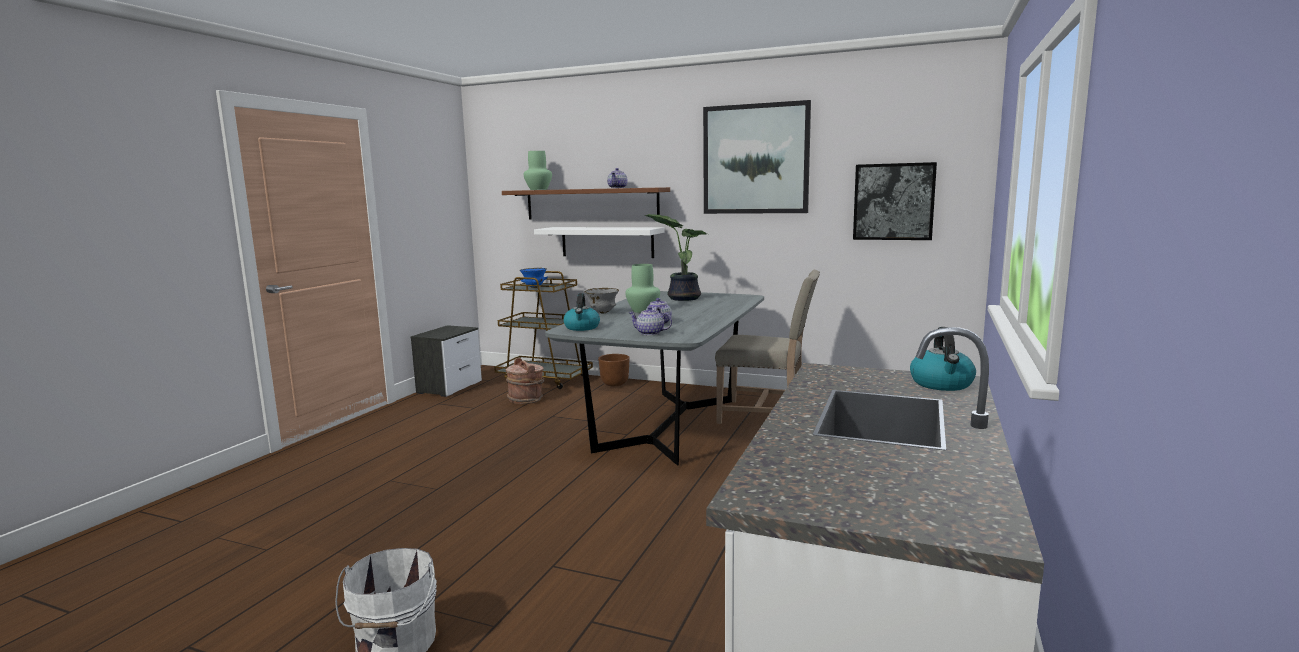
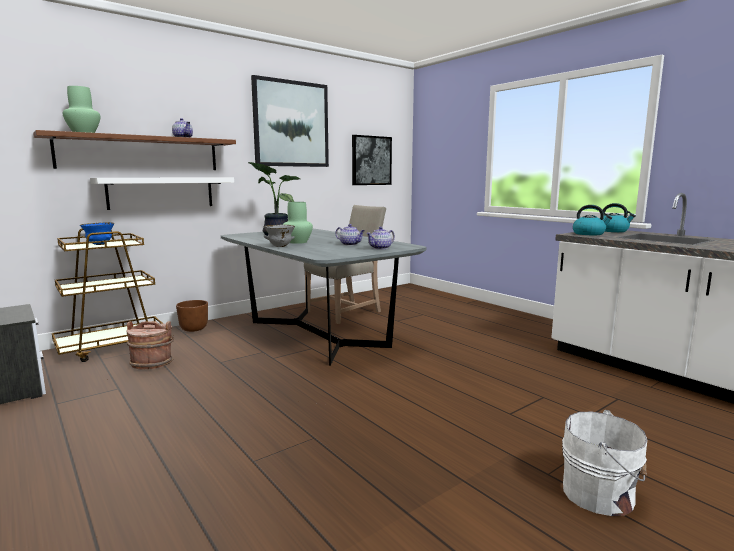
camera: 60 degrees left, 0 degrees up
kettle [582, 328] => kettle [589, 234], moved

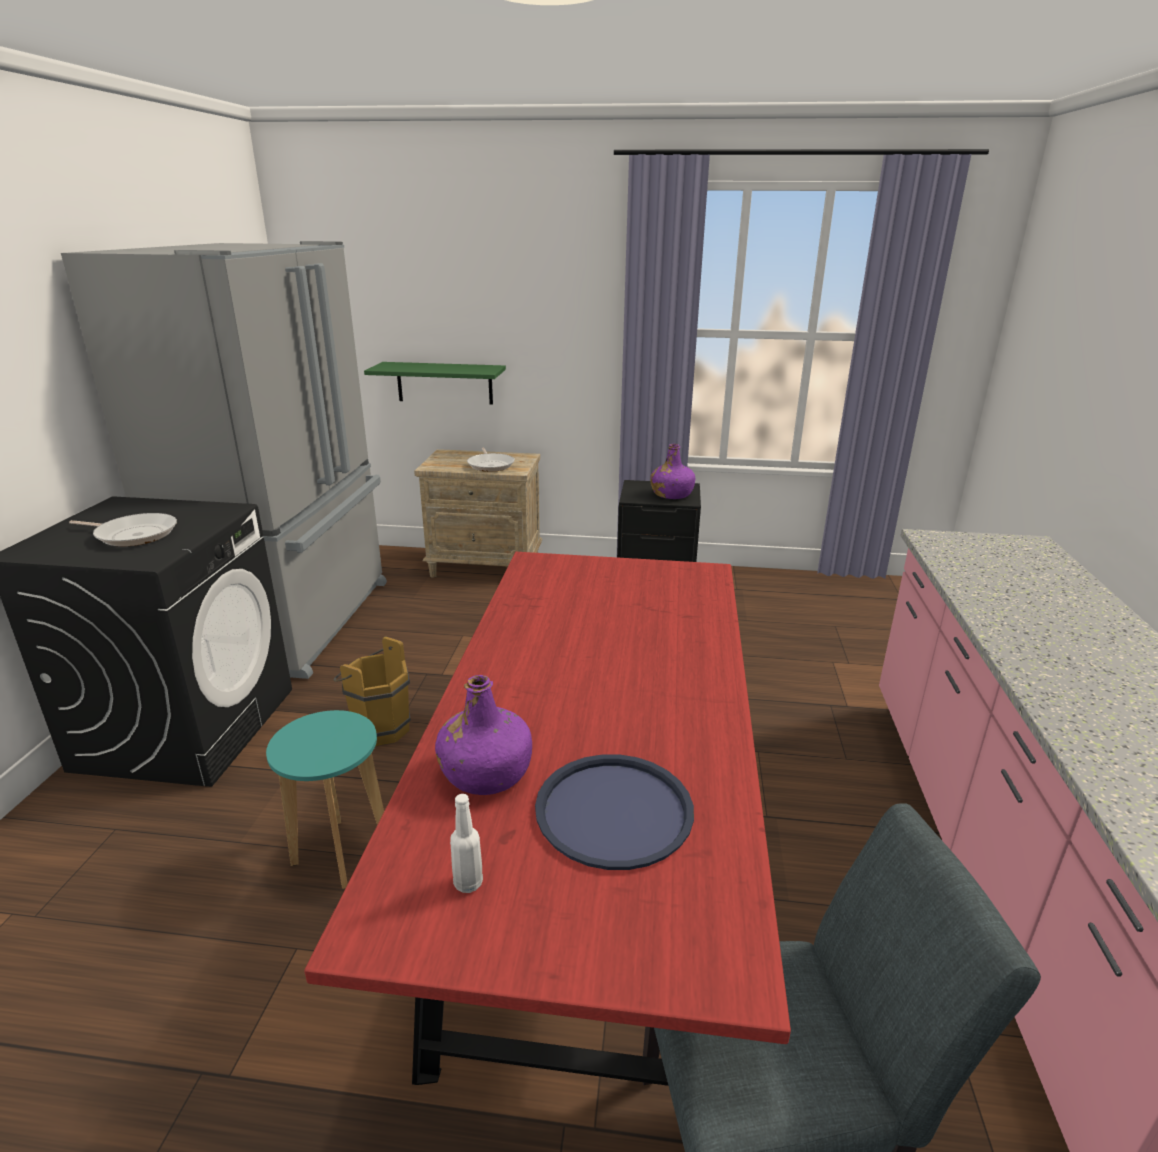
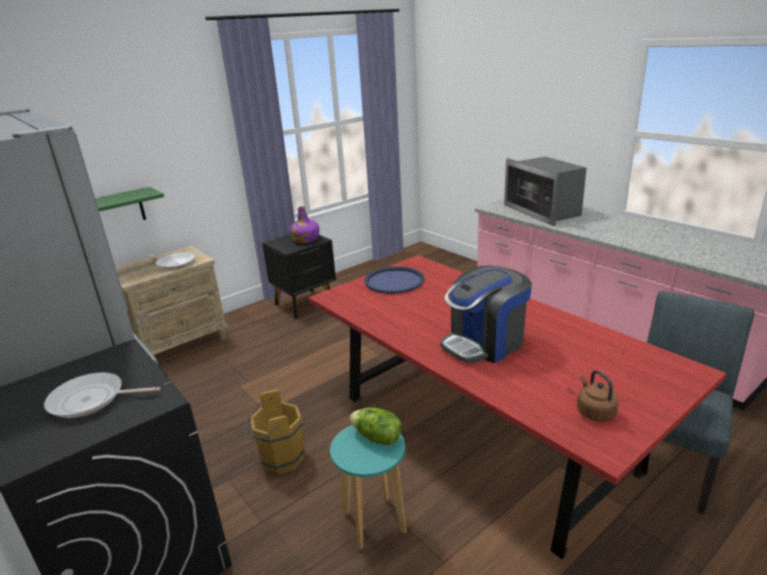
camera: 45 degrees left, 0 degrees up
bottle (purple) [486, 773] => nothing
nothing => lettuce [377, 438]
nothing => coffee machine [484, 343]
nothing => microwave [543, 211]
tray (blue) [614, 811] => tray (blue) [394, 281], moved
bottle (white) [468, 883] => kettle (brown) [594, 412]
frying pan [133, 534] => frying pan [91, 400], 150 degrees counterclockwise

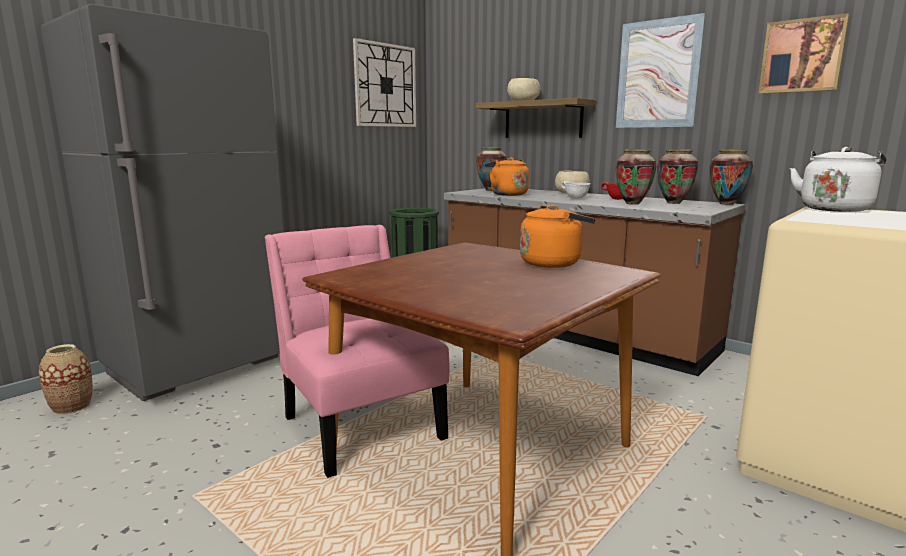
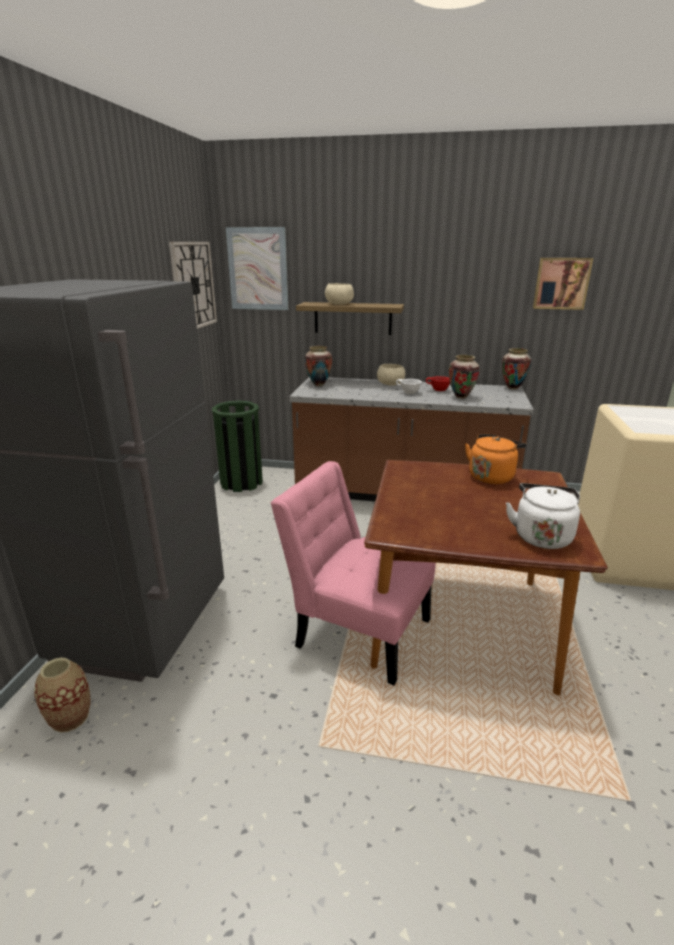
camera: 30 degrees left, 10 degrees up
kettle (orange) [507, 194] => nothing
vase [673, 203] => nothing
picture [658, 74] => picture [258, 269], moved
kettle (white) [835, 209] => kettle (white) [541, 536], moved

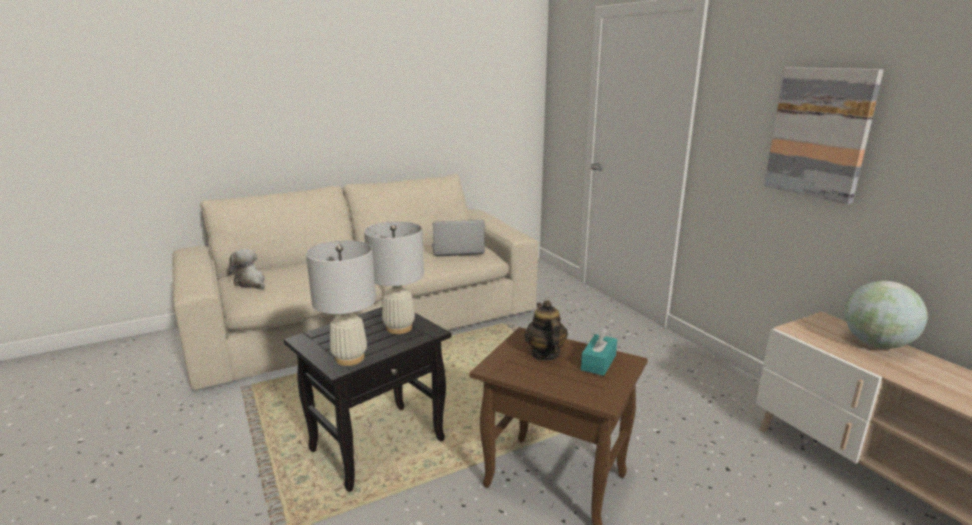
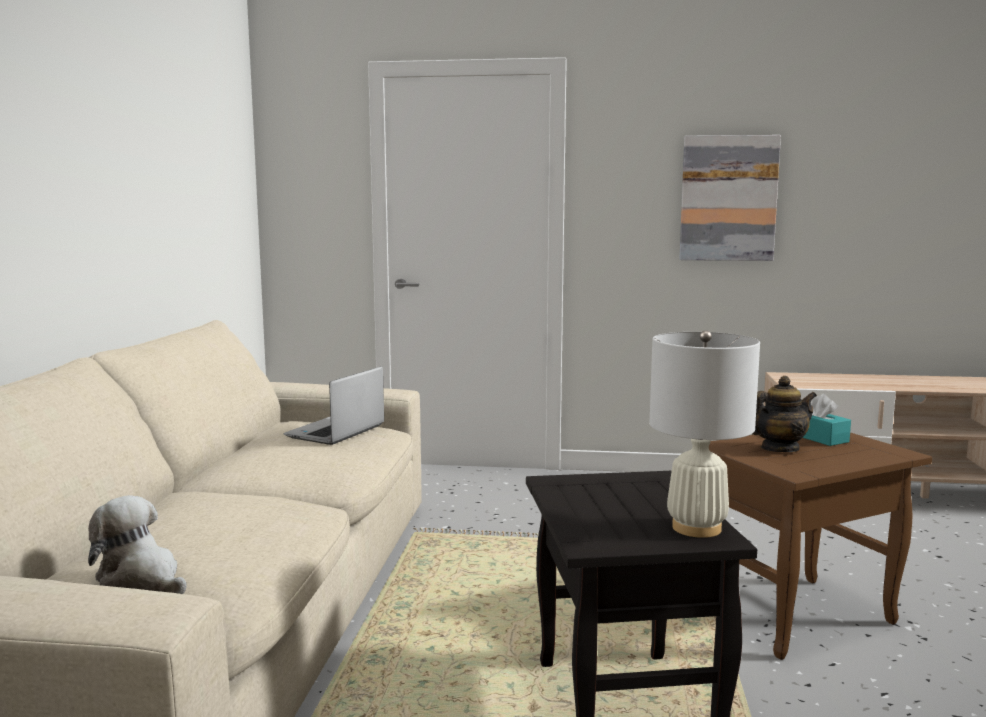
camera: 55 degrees left, 10 degrees down
table lamp (white) [399, 328] => nothing
globe [876, 344] => nothing
plush toy [250, 282] => plush toy [141, 580], 45 degrees clockwise
teapot [545, 354] => teapot [779, 449], 135 degrees clockwise

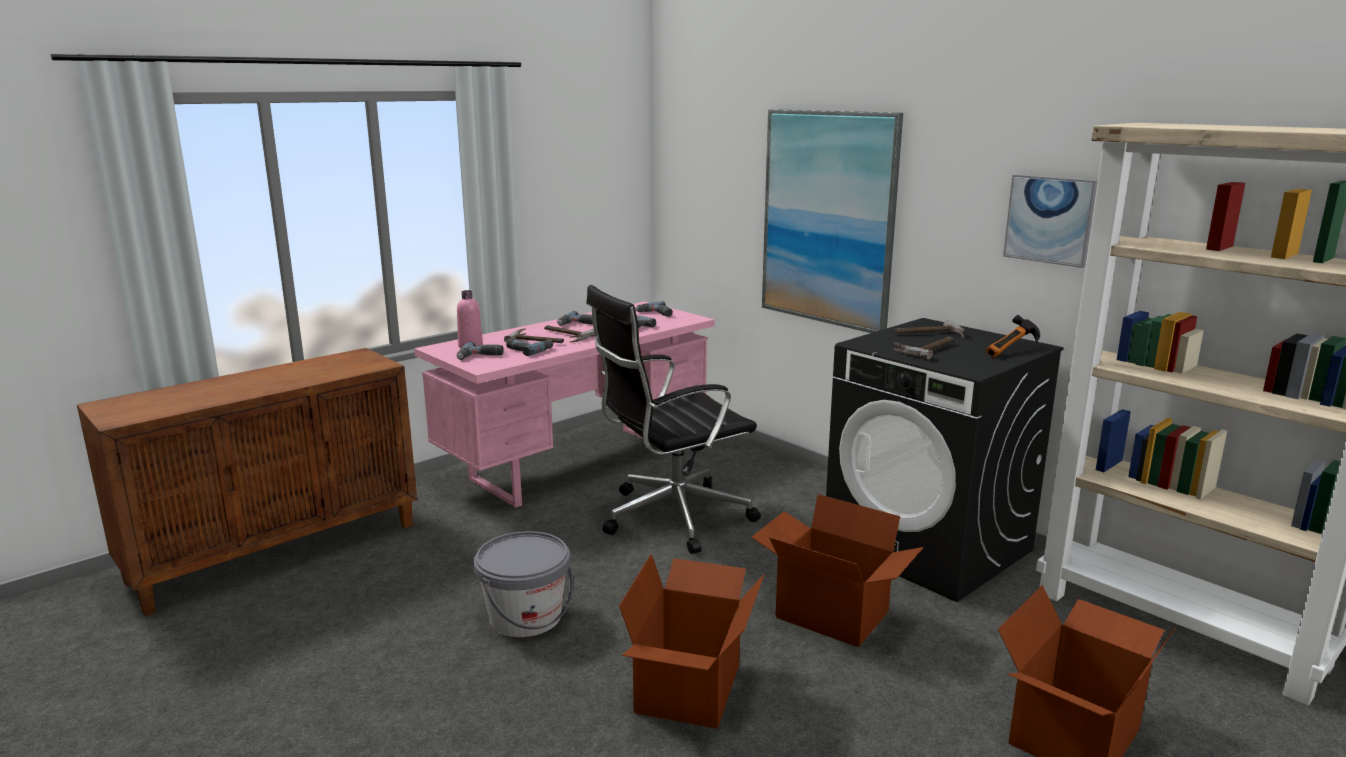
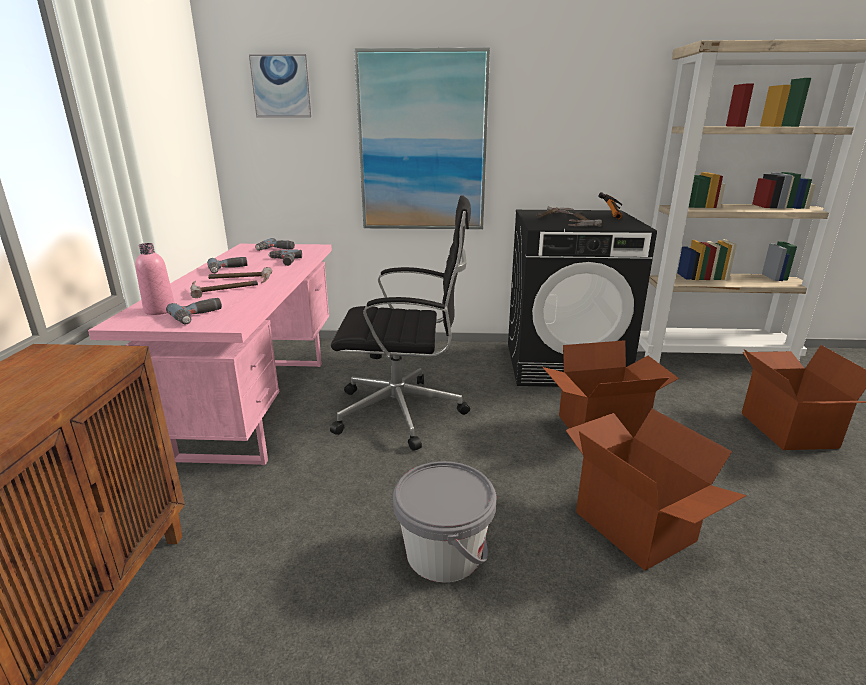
camera: 45 degrees left, 5 degrees up
power drill [529, 349] => nothing
picture [1049, 219] => picture [281, 86], moved
office chair (black) [671, 517] => office chair (black) [403, 412], 105 degrees counterclockwise

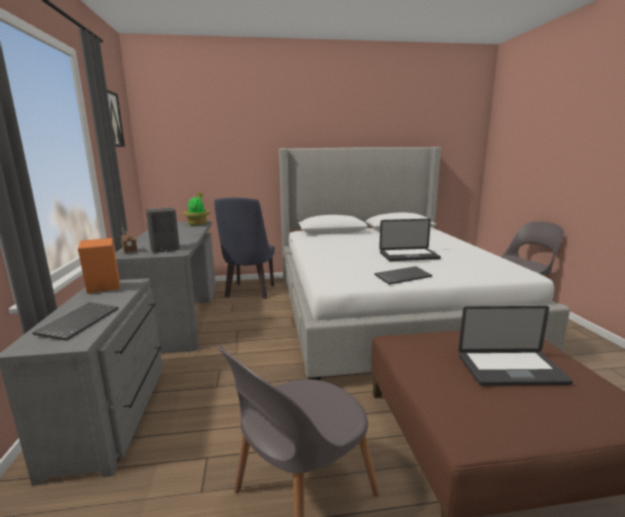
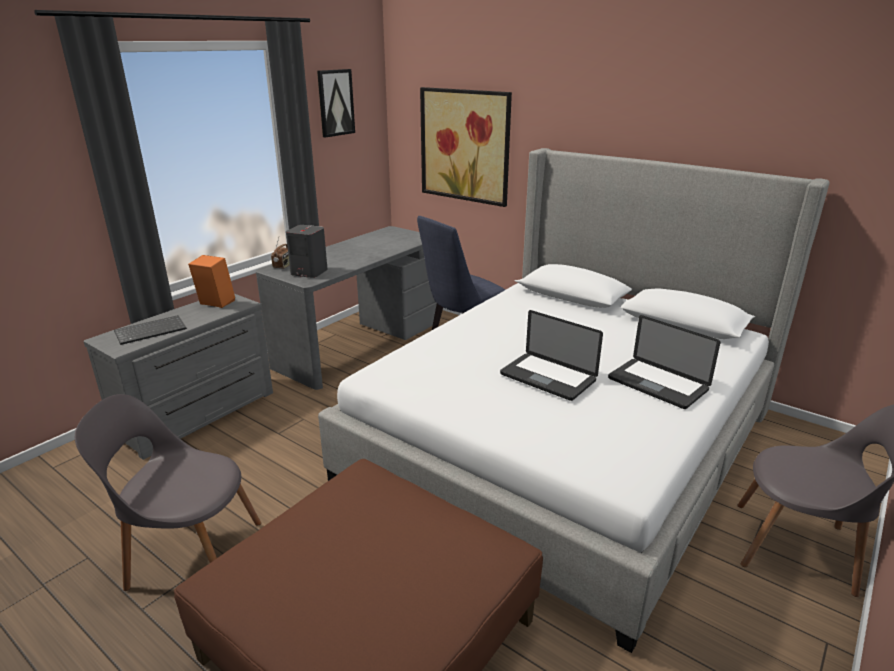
camera: 45 degrees right, 10 degrees up
potted plant [198, 224] => nothing
keyboard [403, 276] => nothing
nothing => picture [465, 146]
laptop [511, 370] => laptop [657, 384], moved

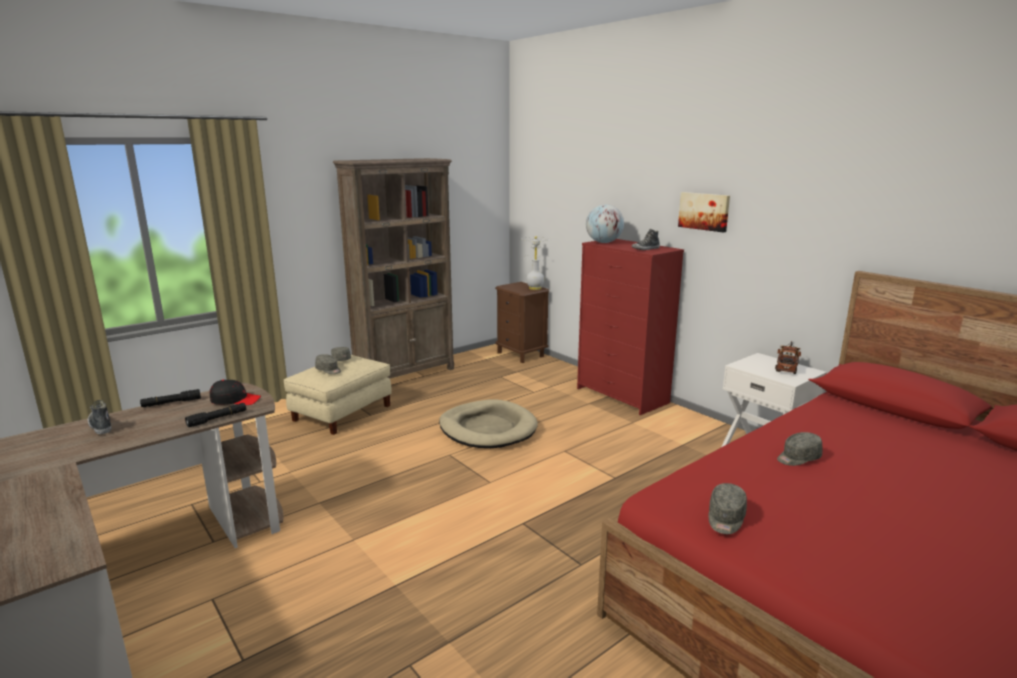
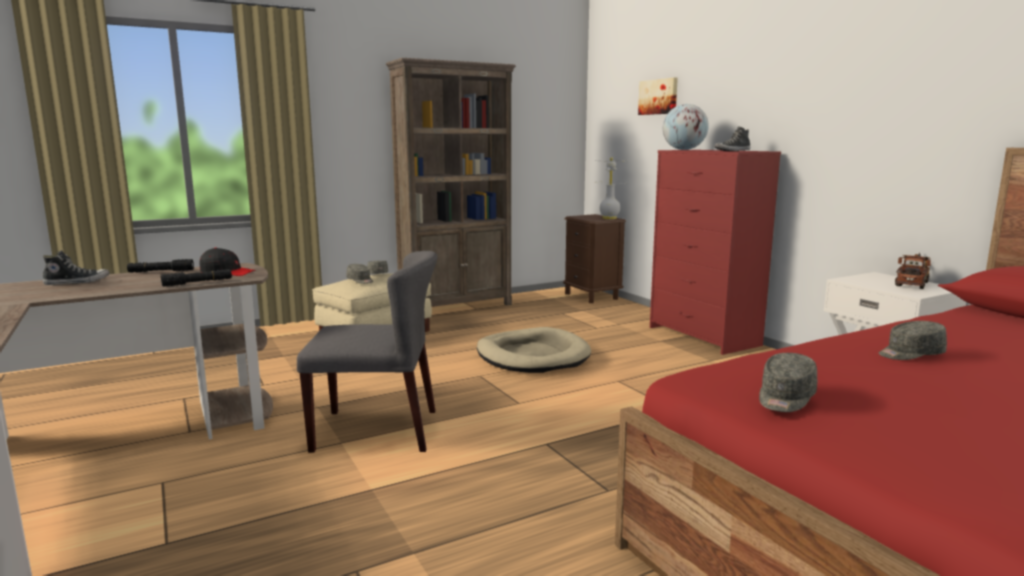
camera: 10 degrees right, 5 degrees down
nothing => chair (grey) [377, 430]
picture [704, 211] => picture [659, 97], moved
shoe [100, 426] => shoe [77, 282], 90 degrees clockwise

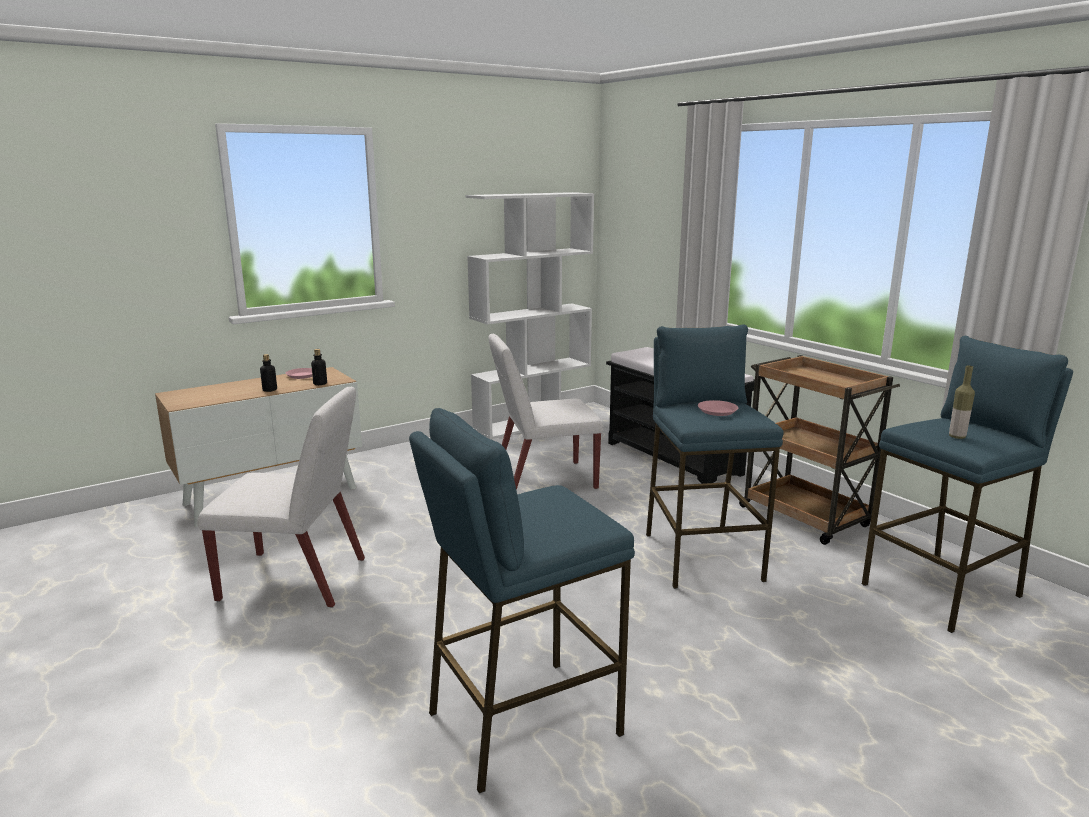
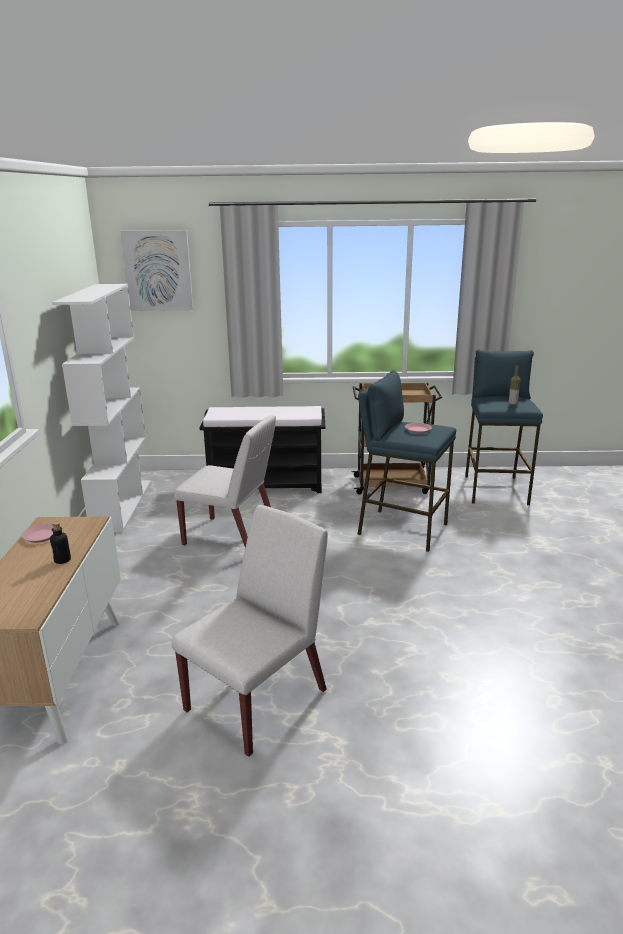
camera: 55 degrees left, 5 degrees up
bottle [320, 383] => nothing
stool (blue) [522, 722] => nothing
nothing => picture [158, 270]
chair (white) [543, 480] => chair (white) [231, 537], 90 degrees counterclockwise

